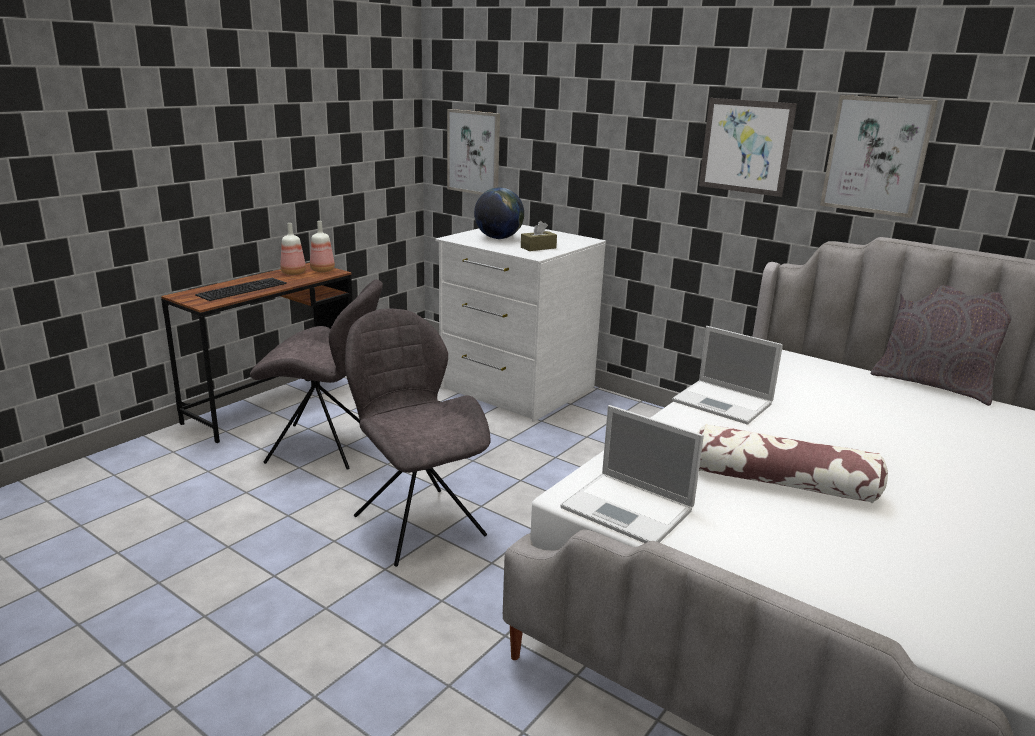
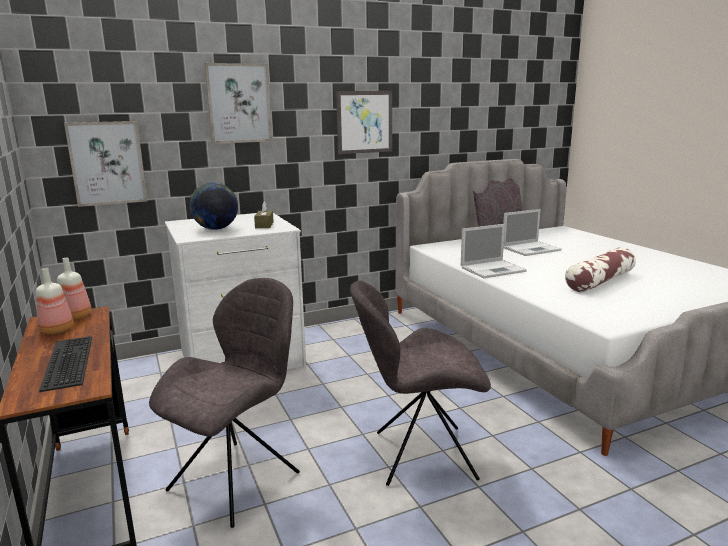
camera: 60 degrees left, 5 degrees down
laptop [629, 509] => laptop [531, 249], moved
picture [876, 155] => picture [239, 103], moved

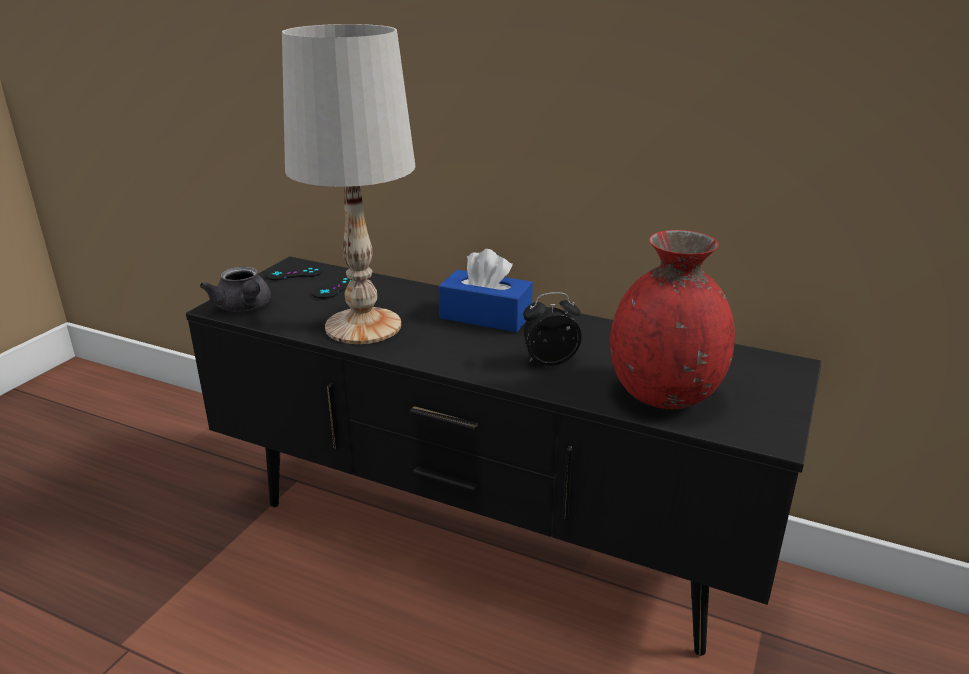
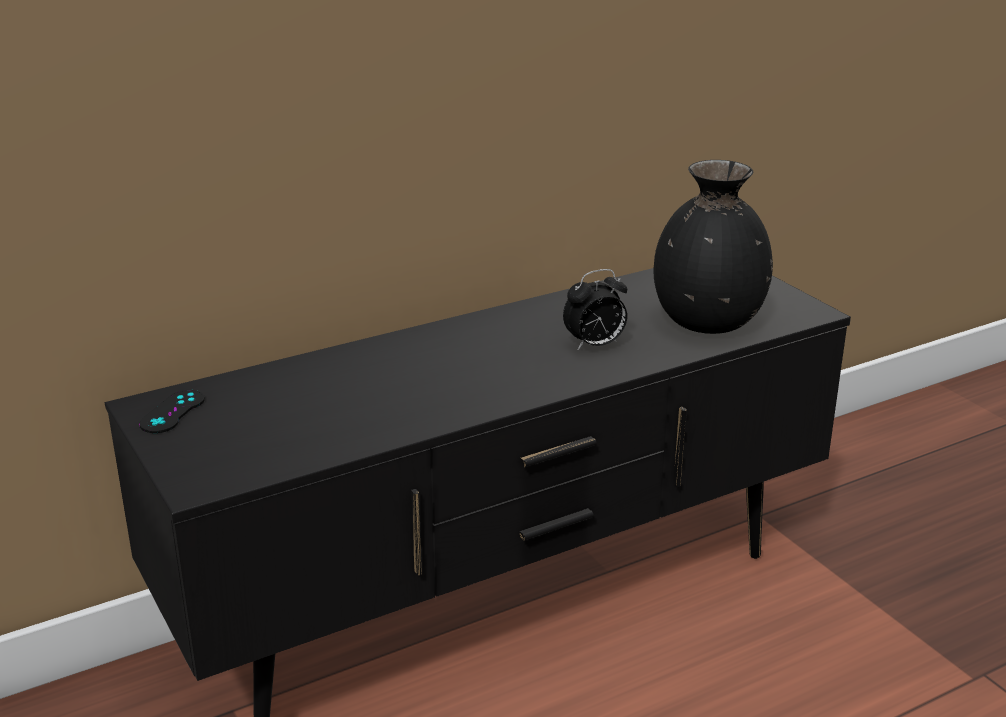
camera: 55 degrees left, 0 degrees up
teapot (grey) [244, 307] => nothing
table lamp (white) [362, 326] => nothing
game controller (black) [337, 287] => nothing
tissue box (blue) [485, 316] => nothing
vase (red) [663, 394] => vase (black) [708, 323]
alarm clock [550, 361] => alarm clock [595, 345], 135 degrees counterclockwise

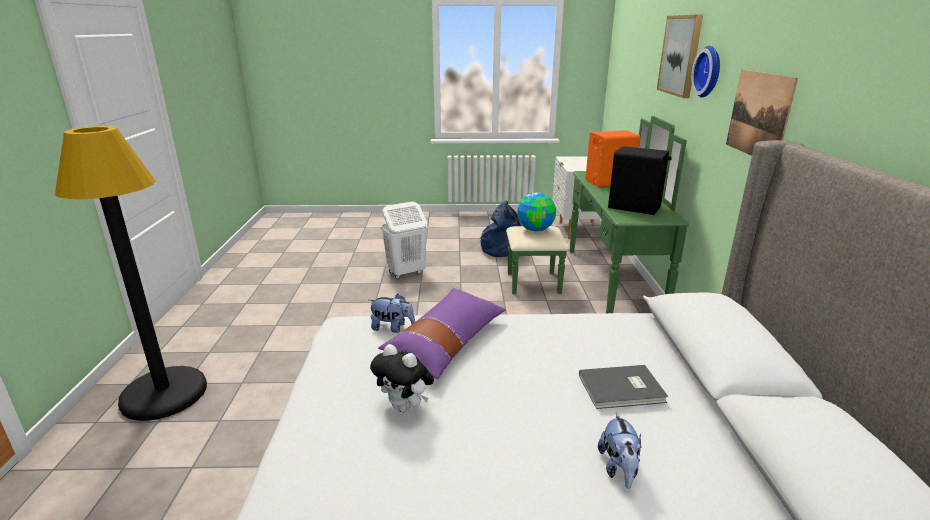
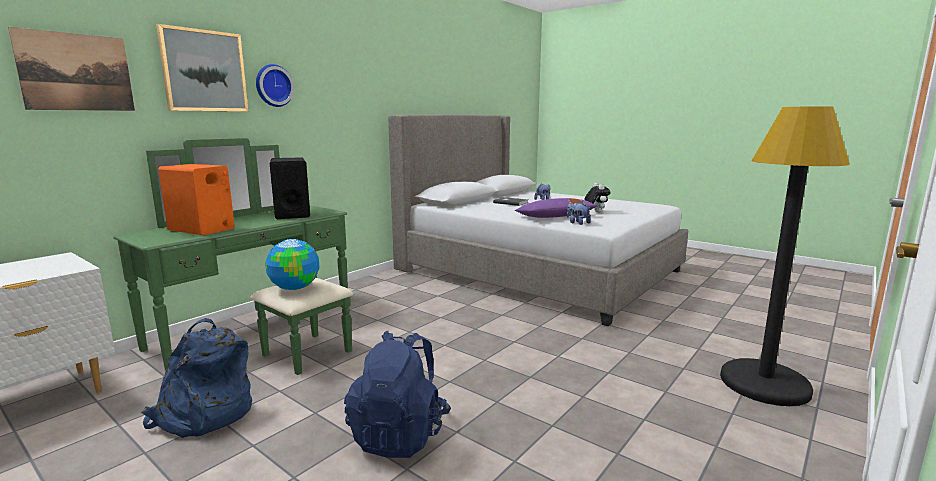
camera: 140 degrees left, 10 degrees down
picture [758, 115] => picture [76, 72], moved
laundry basket (white) [406, 273] => backpack (blue) [400, 434]

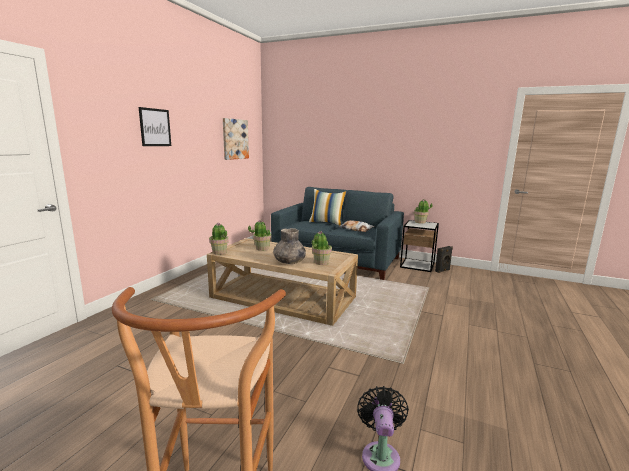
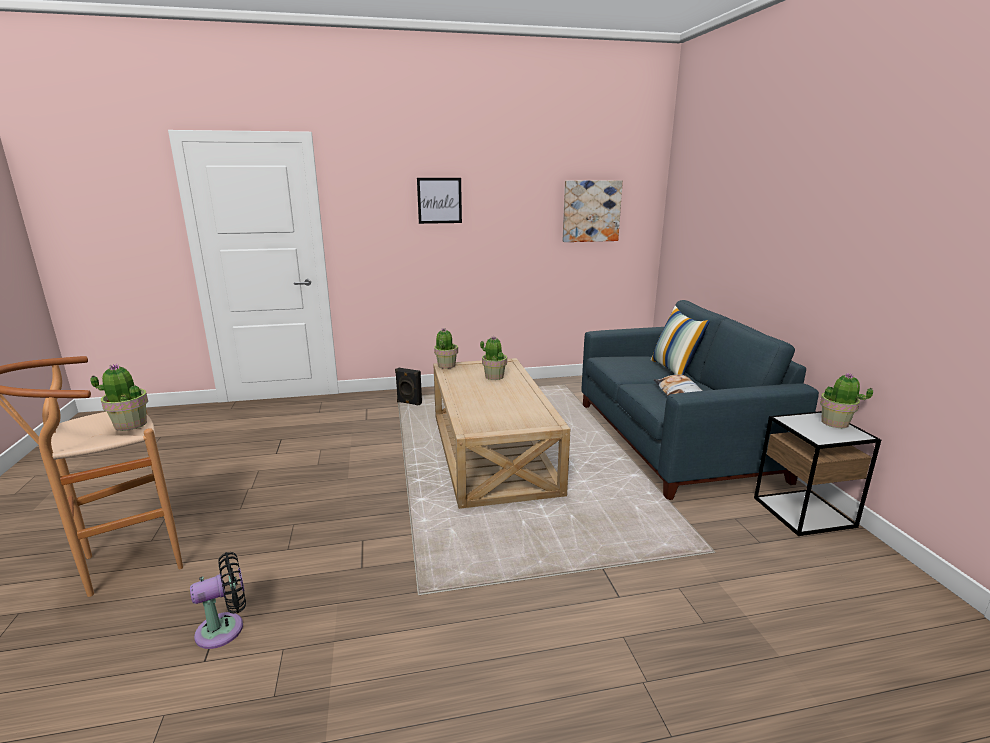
camera: 55 degrees right, 5 degrees up
vase (grey) [289, 262] => nothing
potted plant [321, 262] => potted plant [130, 424], moved
speaker (black) [443, 270] => speaker (black) [409, 403], moved

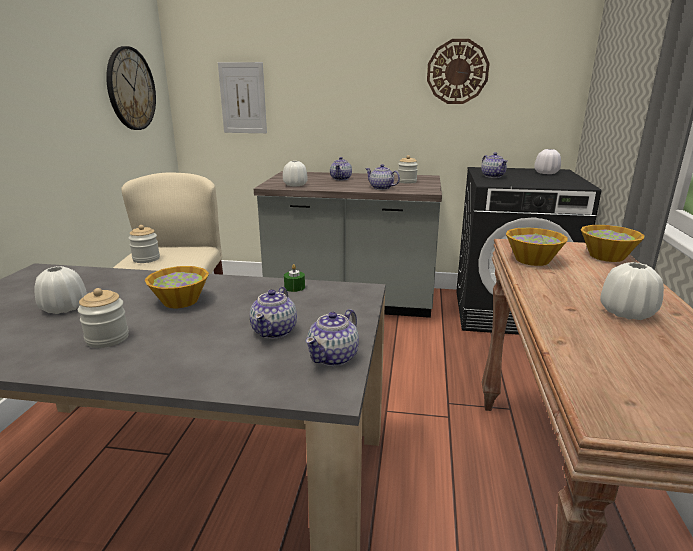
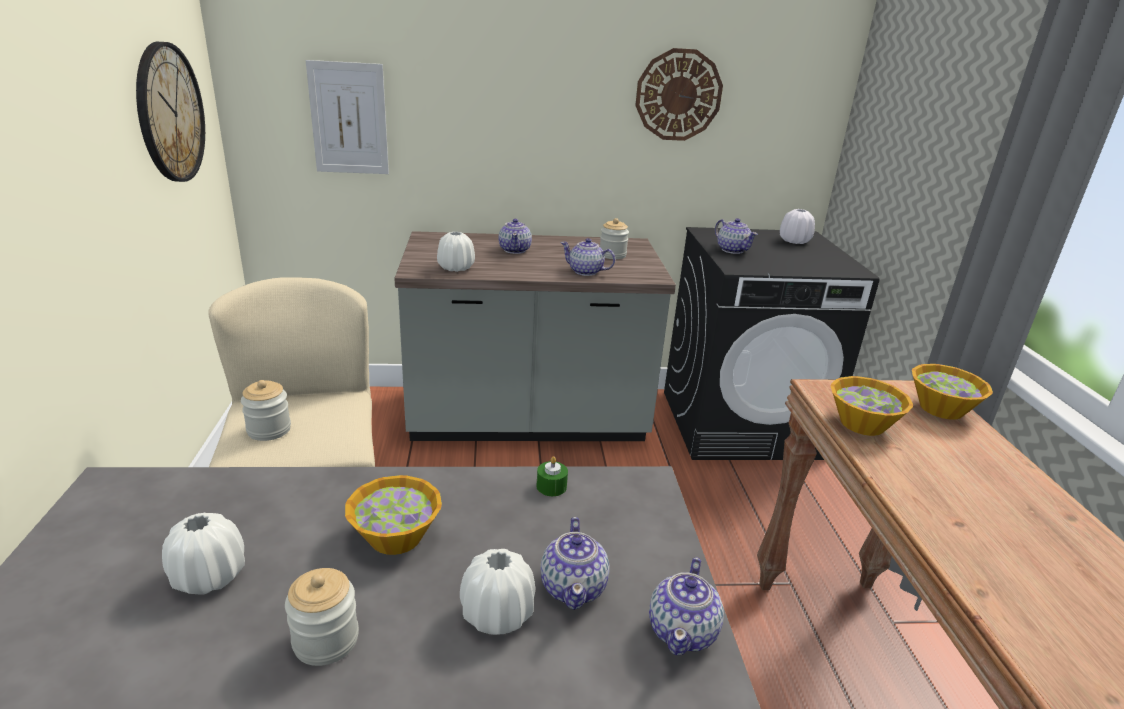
camera: 15 degrees left, 5 degrees up
vase (white) [626, 313] => vase (white) [497, 614], moved

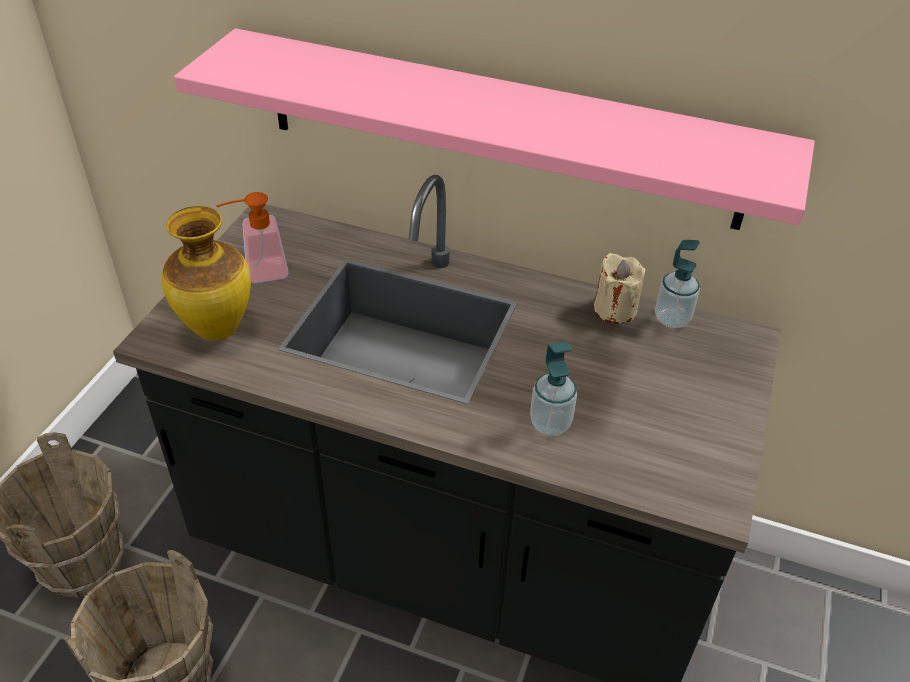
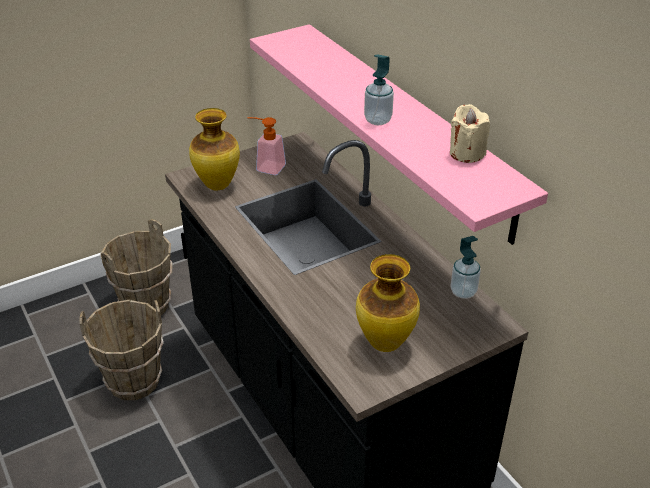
camera: 40 degrees right, 5 degrees down
nothing => vase [384, 343]
soap dispenser [550, 423] => soap dispenser [378, 120], moved
candle (beige) [615, 309] => candle (beige) [466, 153], moved

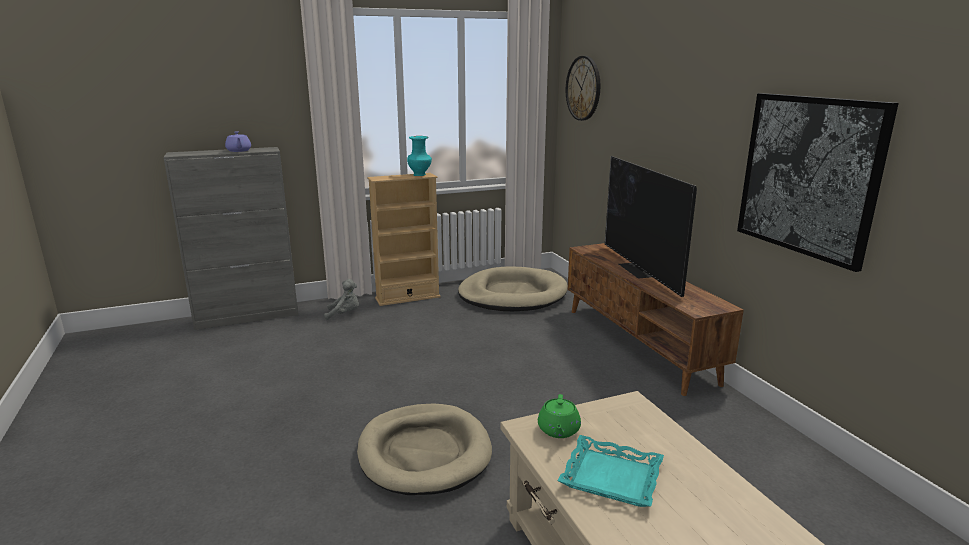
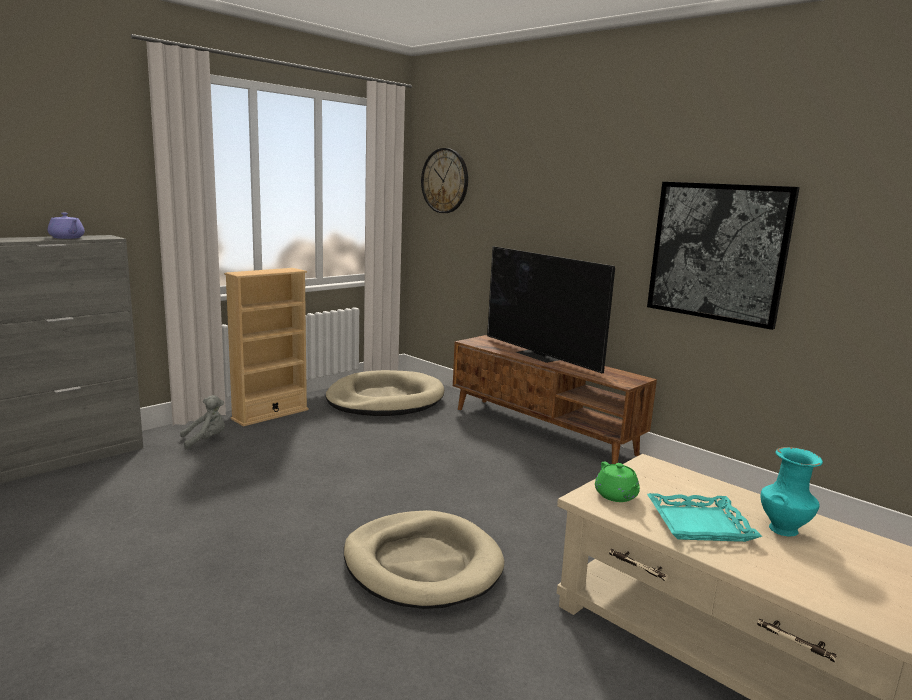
camera: 25 degrees left, 5 degrees down
vase (turquoise) [420, 175] => vase (turquoise) [783, 529], moved

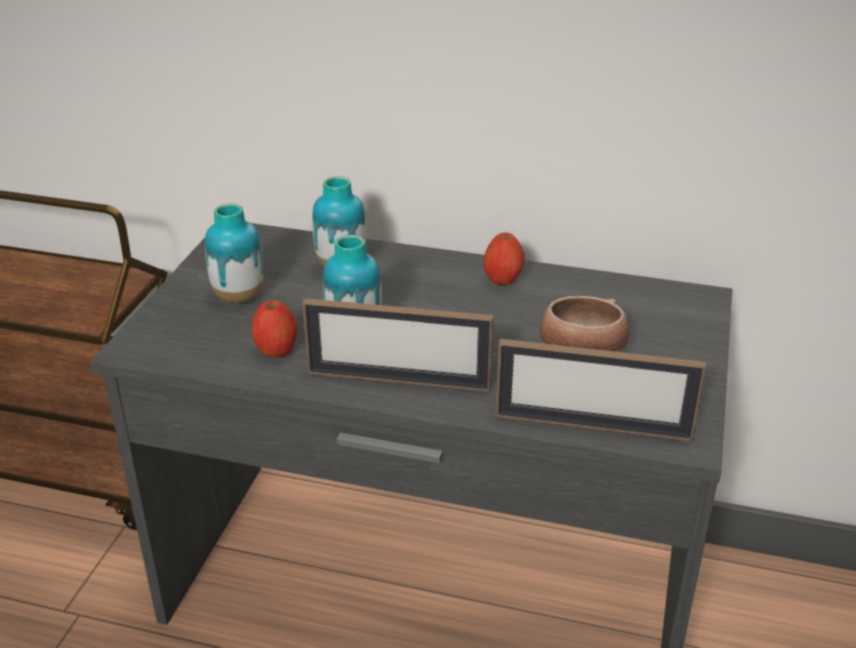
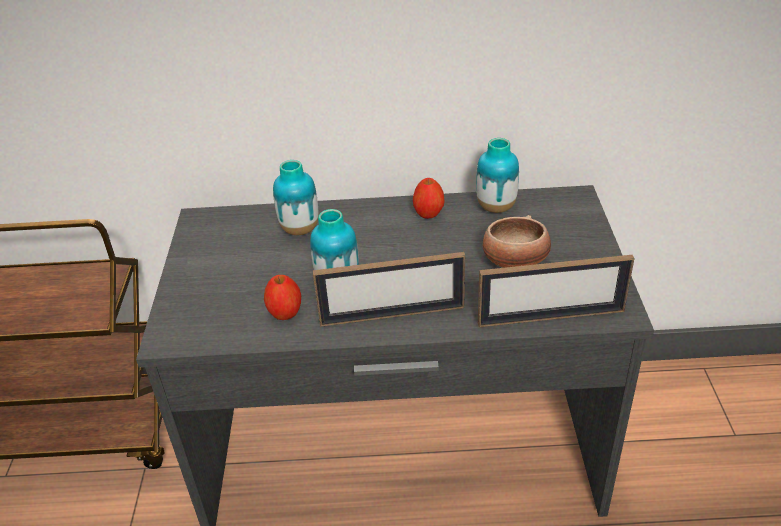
camera: 15 degrees left, 5 degrees up
vase [238, 296] => vase [496, 207], moved

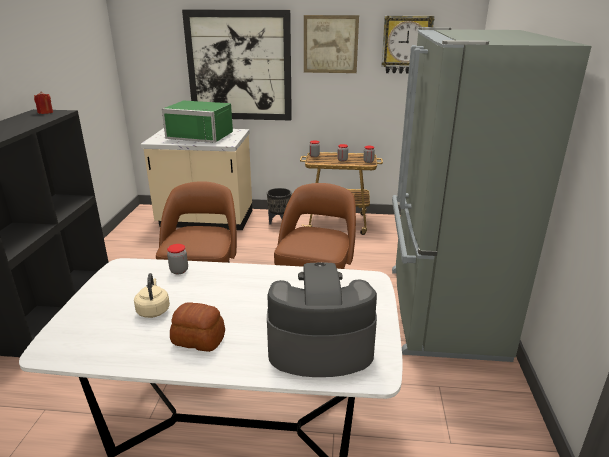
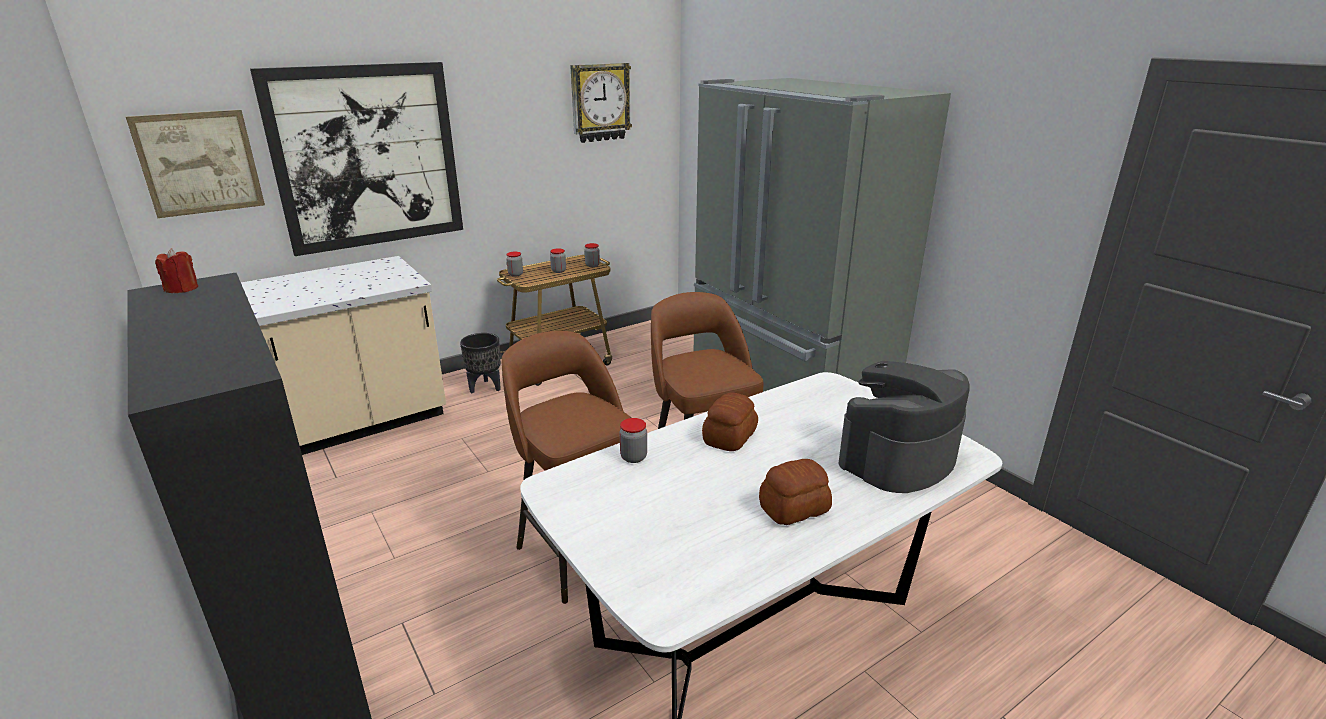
camera: 40 degrees left, 0 degrees up
kettle (beige) [153, 310] => nothing
microwave (green) [202, 136] => nothing
nothing => bread [728, 437]
picture [330, 44] => picture [199, 163], moved

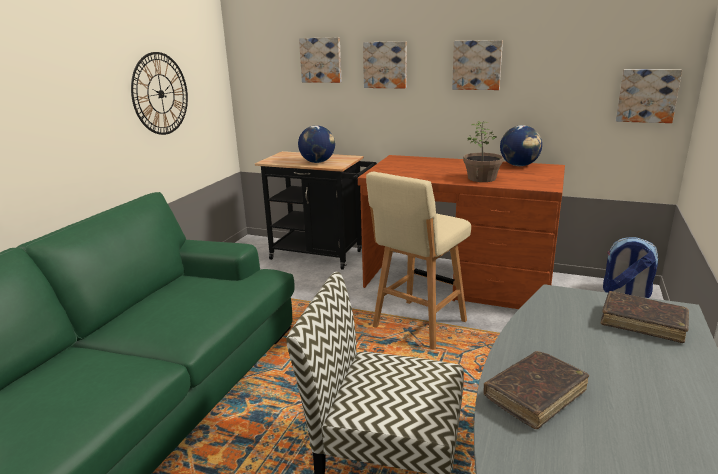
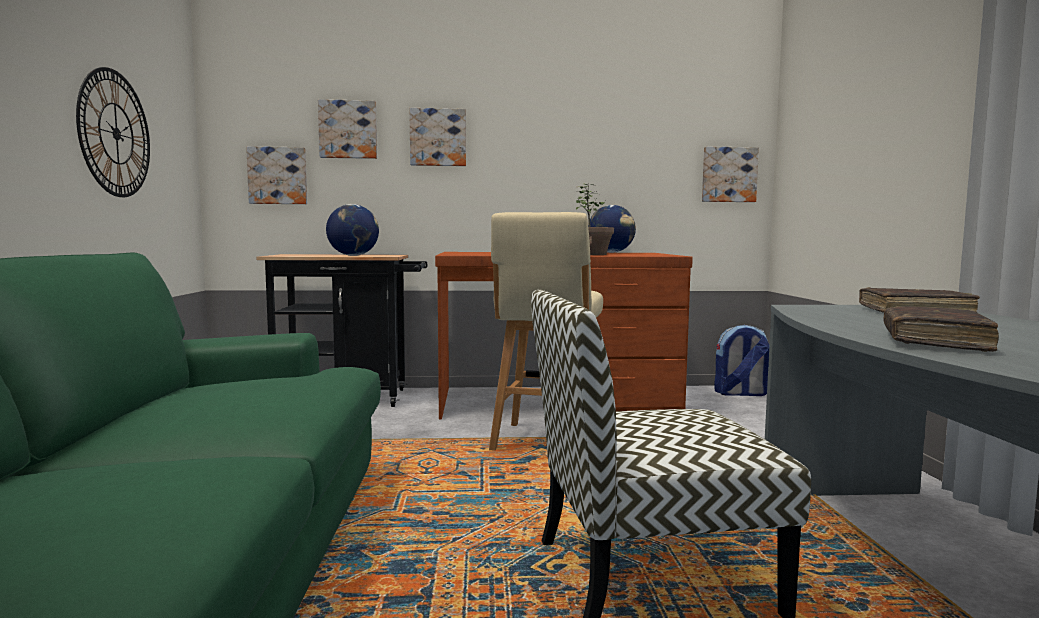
camera: 25 degrees left, 15 degrees down
picture [477, 65] => picture [278, 176], moved

